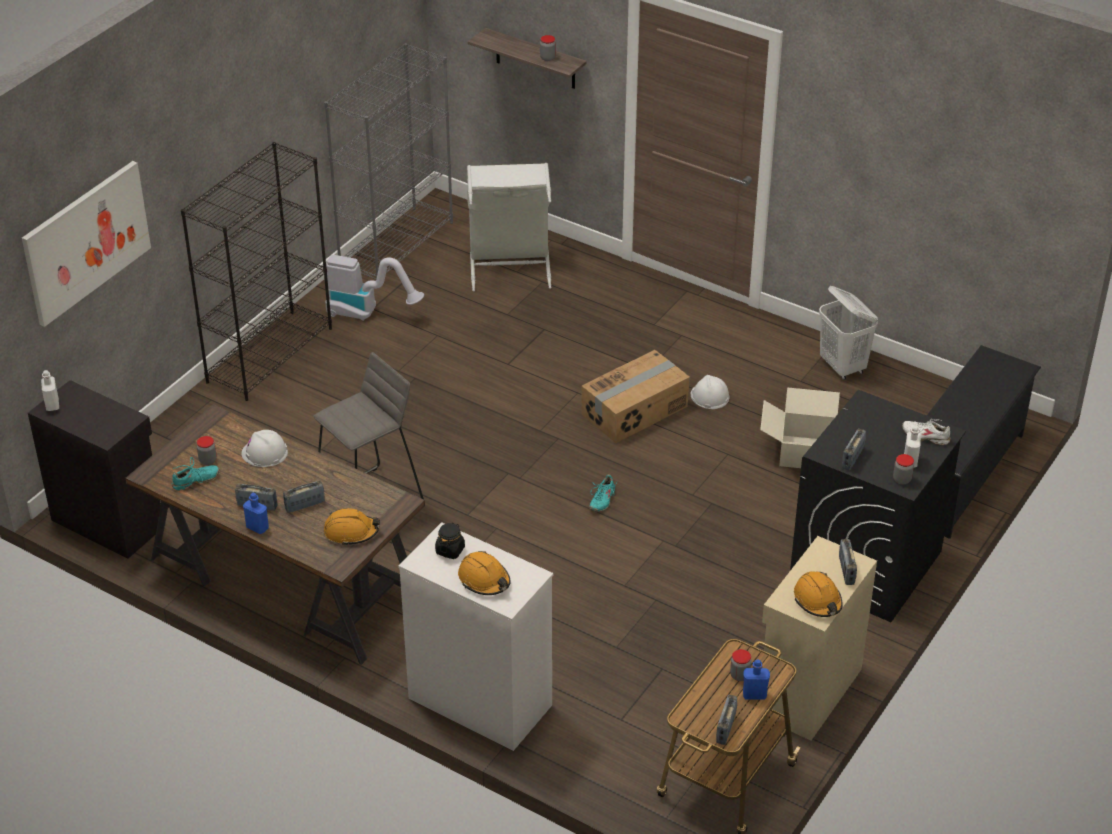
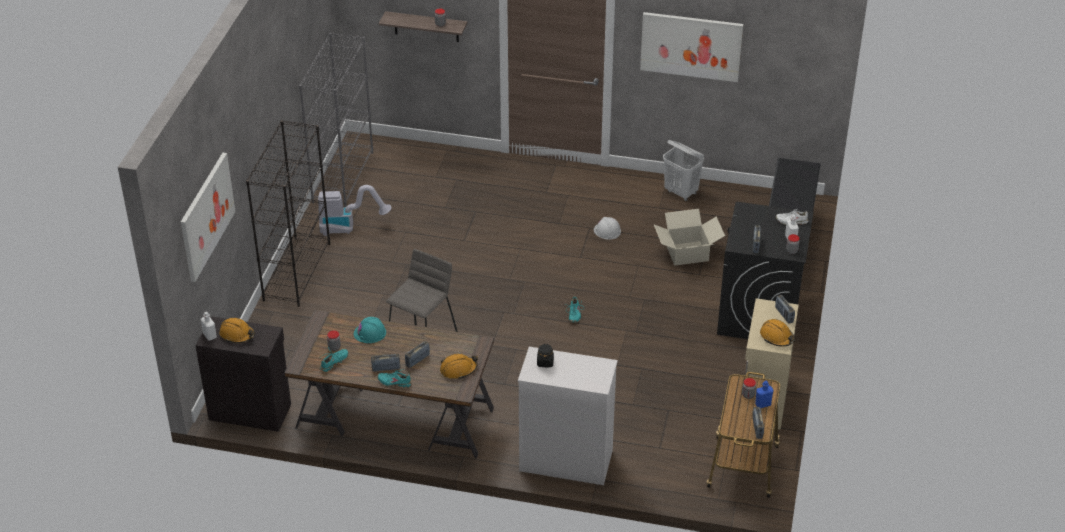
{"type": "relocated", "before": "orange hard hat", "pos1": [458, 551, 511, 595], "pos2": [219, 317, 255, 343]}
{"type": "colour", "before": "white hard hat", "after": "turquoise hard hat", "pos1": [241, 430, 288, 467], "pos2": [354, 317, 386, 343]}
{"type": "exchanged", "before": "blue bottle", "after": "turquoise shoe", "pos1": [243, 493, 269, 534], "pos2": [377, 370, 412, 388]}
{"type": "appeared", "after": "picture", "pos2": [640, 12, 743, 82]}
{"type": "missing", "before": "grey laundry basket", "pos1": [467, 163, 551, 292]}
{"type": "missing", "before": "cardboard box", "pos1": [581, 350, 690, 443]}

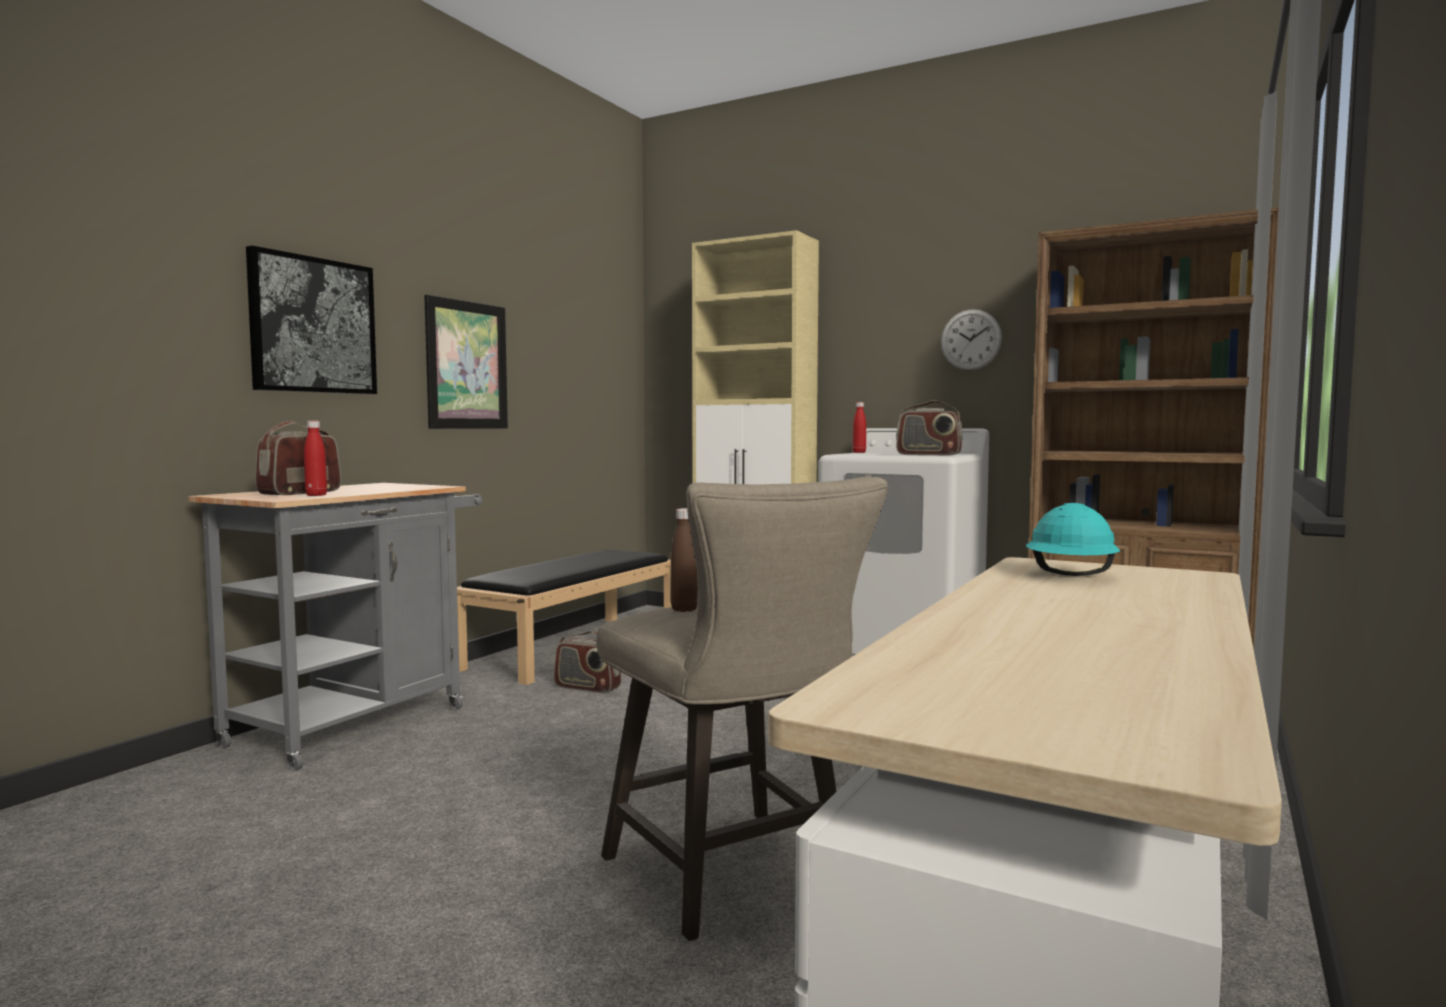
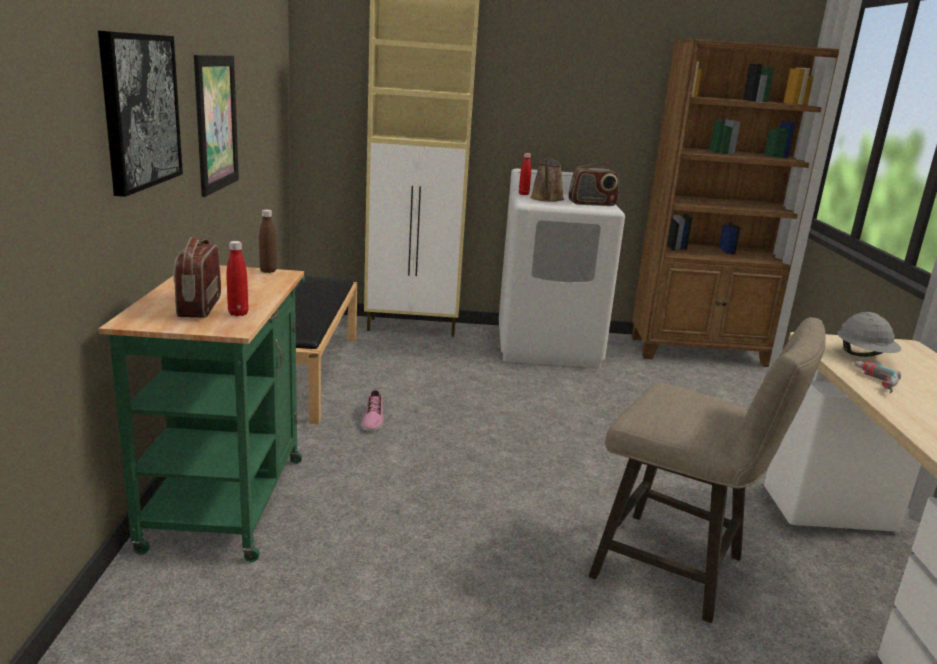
{"type": "colour", "before": "grey cart", "after": "green cart", "pos1": [189, 483, 483, 770], "pos2": [99, 265, 305, 562]}
{"type": "relocated", "before": "brown bottle", "pos1": [671, 508, 698, 612], "pos2": [259, 210, 277, 273]}
{"type": "exchanged", "before": "radio", "after": "shoe", "pos1": [553, 631, 621, 693], "pos2": [361, 390, 383, 432]}
{"type": "appeared", "after": "brown watering can", "pos2": [530, 159, 564, 202]}
{"type": "colour", "before": "turquoise hard hat", "after": "grey hard hat", "pos1": [1026, 503, 1120, 576], "pos2": [837, 312, 901, 357]}
{"type": "appeared", "after": "power drill", "pos2": [854, 361, 901, 393]}
{"type": "missing", "before": "wall clock", "pos1": [941, 309, 1002, 370]}

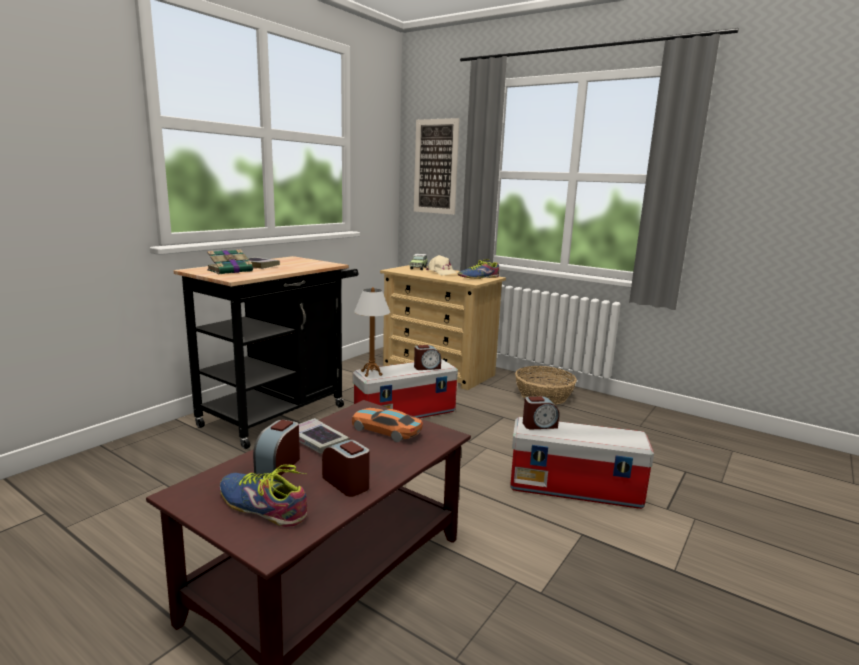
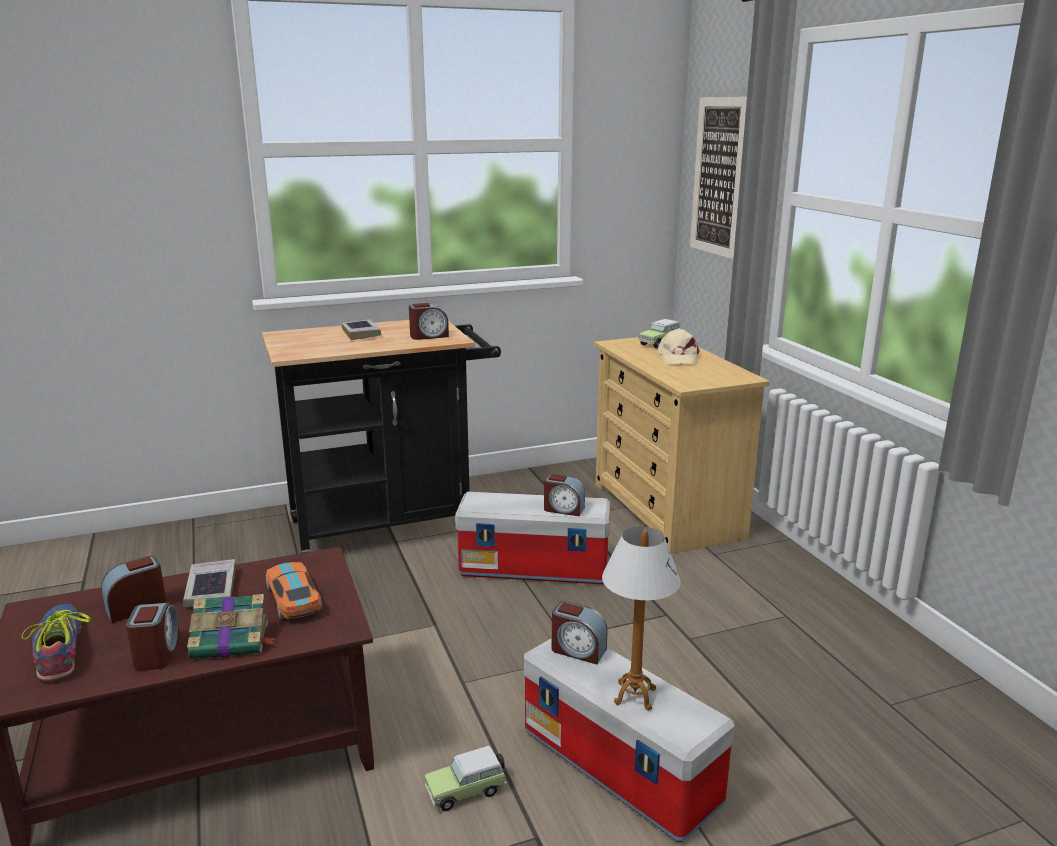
{"type": "relocated", "before": "book", "pos1": [207, 249, 256, 274], "pos2": [187, 594, 277, 659]}
{"type": "appeared", "after": "alarm clock", "pos2": [409, 303, 449, 340]}
{"type": "appeared", "after": "toy car", "pos2": [424, 746, 506, 811]}
{"type": "relocated", "before": "table lamp", "pos1": [354, 287, 390, 377], "pos2": [602, 527, 681, 711]}
{"type": "missing", "before": "shoe", "pos1": [458, 259, 499, 279]}
{"type": "missing", "before": "basket", "pos1": [515, 366, 577, 405]}

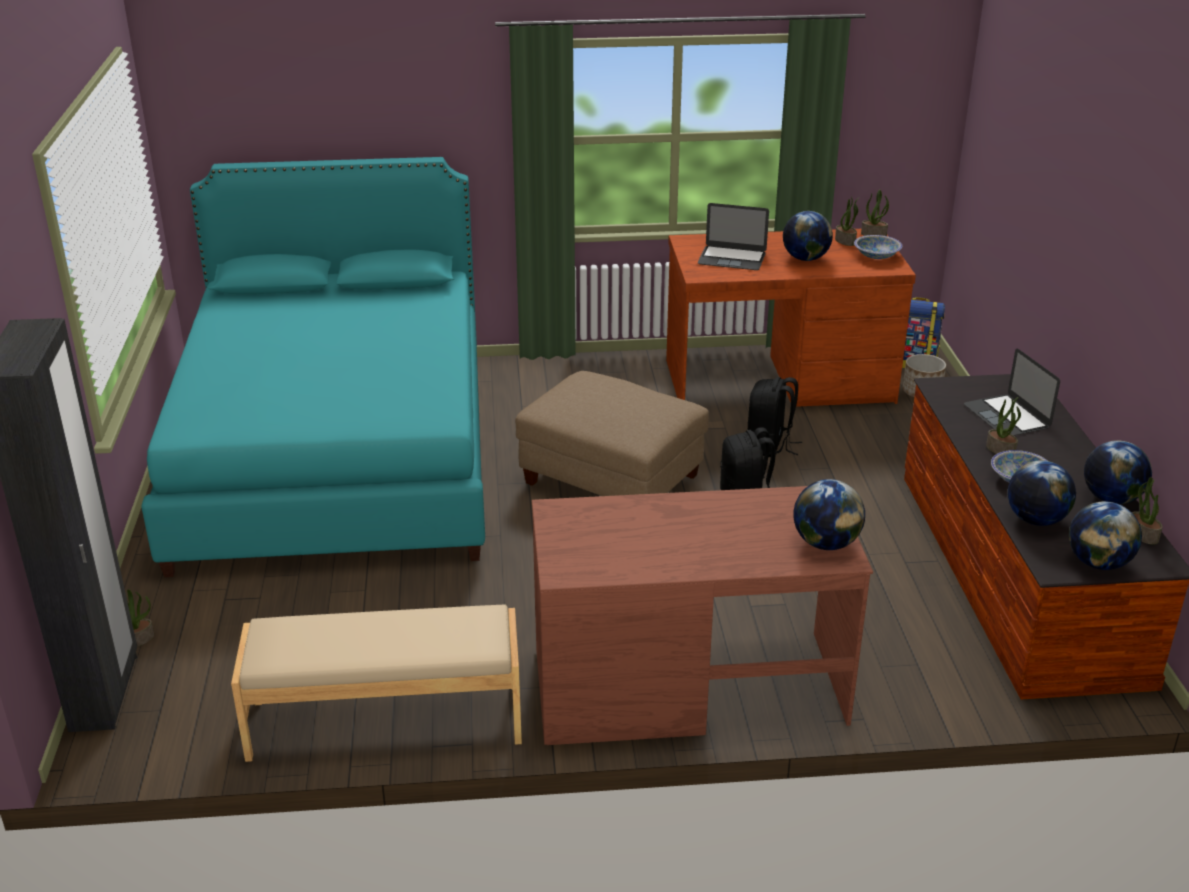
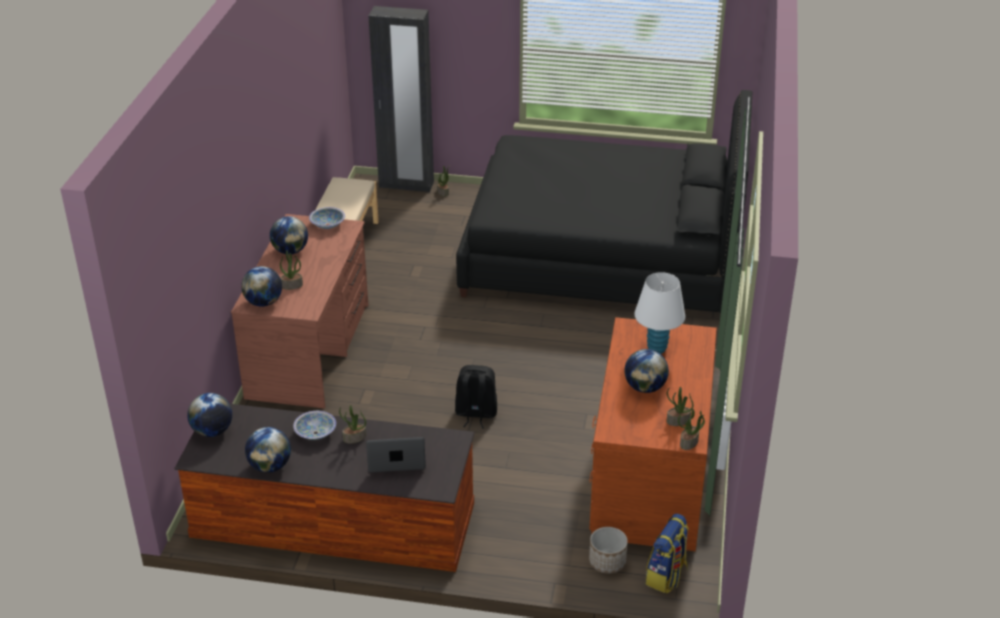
{"type": "relocated", "before": "globe", "pos1": [1007, 460, 1076, 526], "pos2": [270, 216, 308, 255]}
{"type": "relocated", "before": "potted plant", "pos1": [1132, 477, 1163, 545], "pos2": [280, 250, 303, 290]}
{"type": "relocated", "before": "bowl", "pos1": [854, 235, 902, 259], "pos2": [309, 207, 345, 229]}
{"type": "colour", "before": "turquoise bed", "after": "black bed", "pos1": [141, 157, 485, 577], "pos2": [456, 90, 752, 321]}
{"type": "exchanged", "before": "laptop", "after": "white table lamp", "pos1": [698, 203, 769, 270], "pos2": [635, 272, 685, 354]}
{"type": "missing", "before": "beige ottoman", "pos1": [515, 371, 709, 496]}
{"type": "missing", "before": "black backpack", "pos1": [748, 377, 802, 457]}

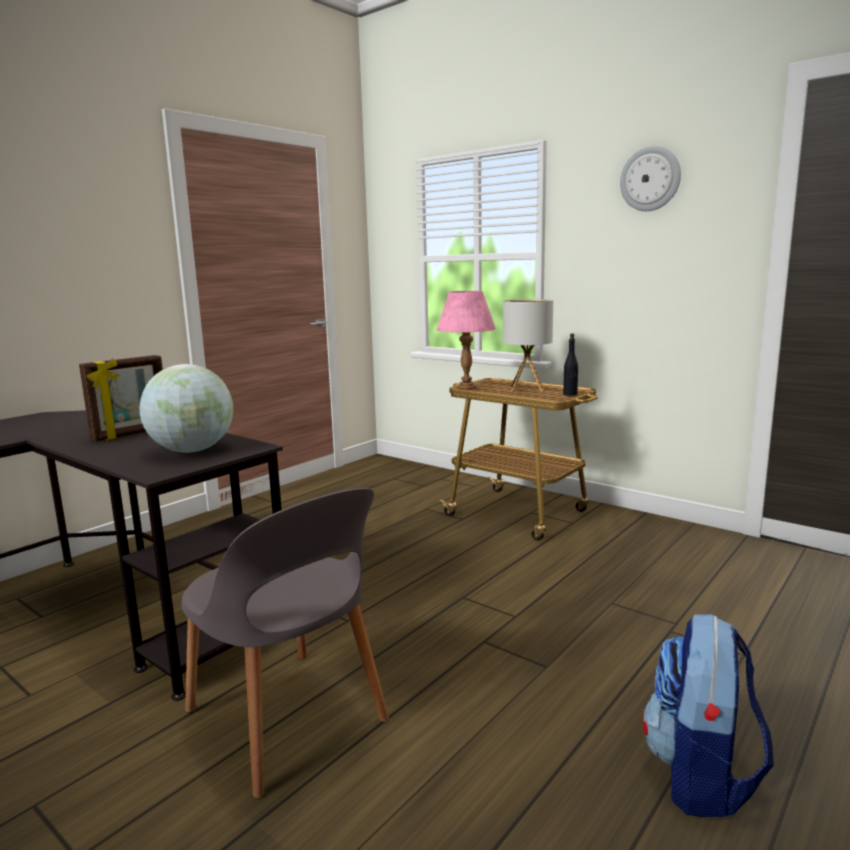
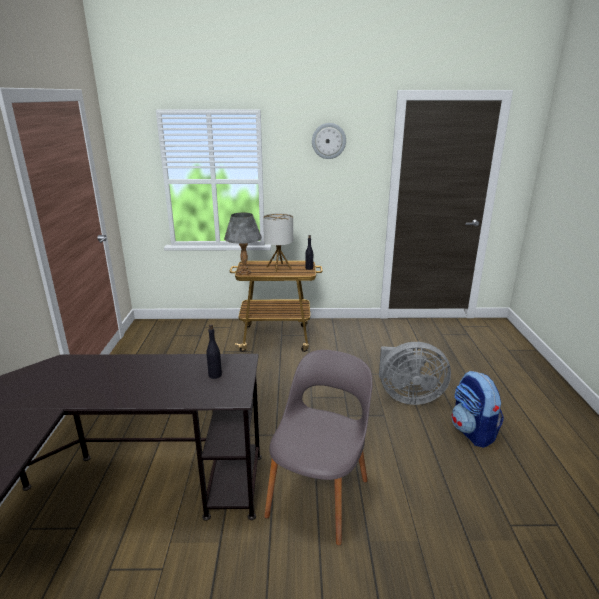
{"type": "exchanged", "before": "globe", "after": "black bottle", "pos1": [139, 364, 233, 453], "pos2": [206, 324, 222, 379]}
{"type": "colour", "before": "pink table lamp", "after": "grey table lamp", "pos1": [437, 291, 496, 389], "pos2": [224, 212, 262, 275]}
{"type": "spun", "before": "grey chair", "pos1": [182, 488, 389, 798], "pos2": [264, 350, 373, 546], "turn": -75}
{"type": "appeared", "after": "grey fan", "pos2": [379, 342, 451, 405]}
{"type": "missing", "before": "picture frame", "pos1": [79, 355, 163, 441]}

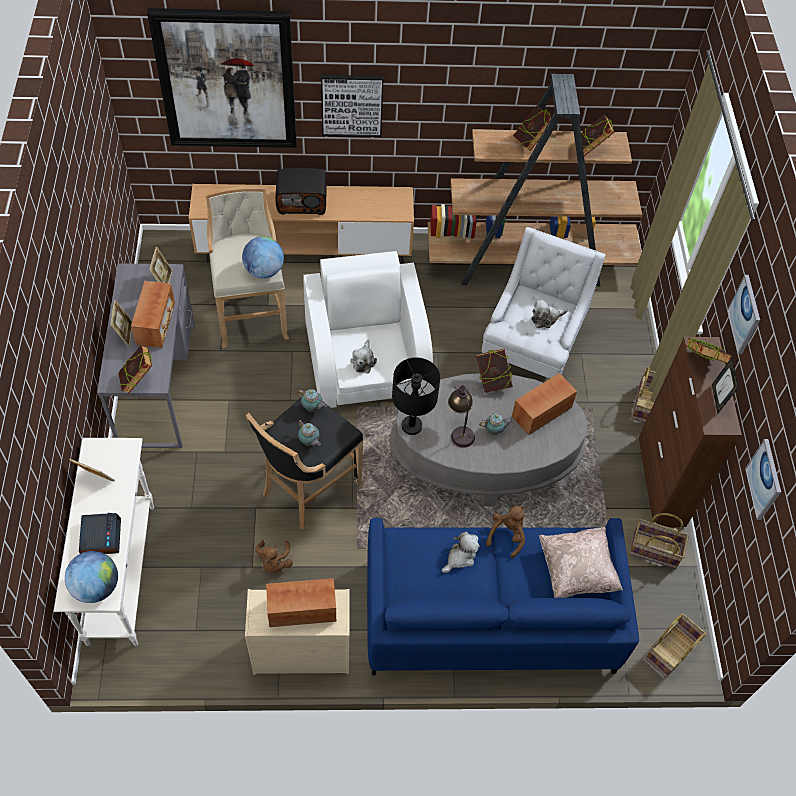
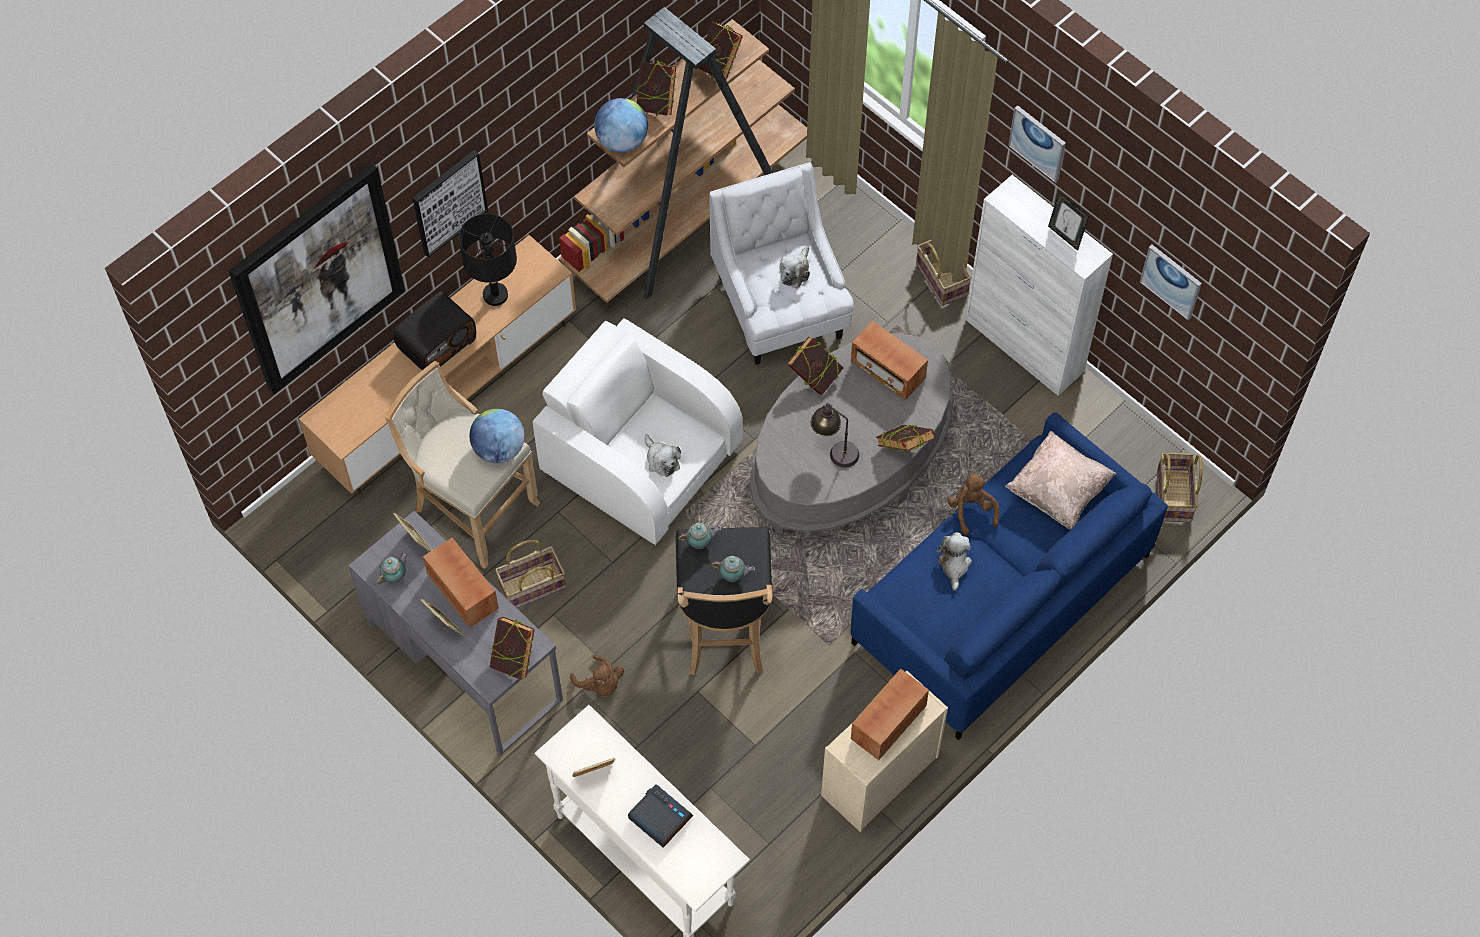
{"type": "relocated", "before": "teapot", "pos1": [479, 413, 513, 435], "pos2": [377, 551, 408, 584]}
{"type": "relocated", "before": "black table lamp", "pos1": [392, 357, 440, 435], "pos2": [459, 214, 517, 306]}
{"type": "relocated", "before": "basket", "pos1": [629, 513, 689, 569], "pos2": [495, 540, 566, 608]}
{"type": "relocated", "before": "brown plush toy", "pos1": [255, 540, 293, 573], "pos2": [570, 655, 624, 696]}
{"type": "relocated", "before": "globe", "pos1": [65, 551, 118, 603], "pos2": [594, 98, 648, 152]}
{"type": "spun", "before": "radio", "pos1": [512, 373, 577, 435], "pos2": [851, 321, 928, 400], "turn": -60}
{"type": "relocated", "before": "book", "pos1": [685, 338, 732, 363], "pos2": [876, 425, 935, 451]}
{"type": "colour", "before": "brown cabinet", "after": "white cabinet", "pos1": [639, 337, 742, 527], "pos2": [965, 175, 1113, 396]}

